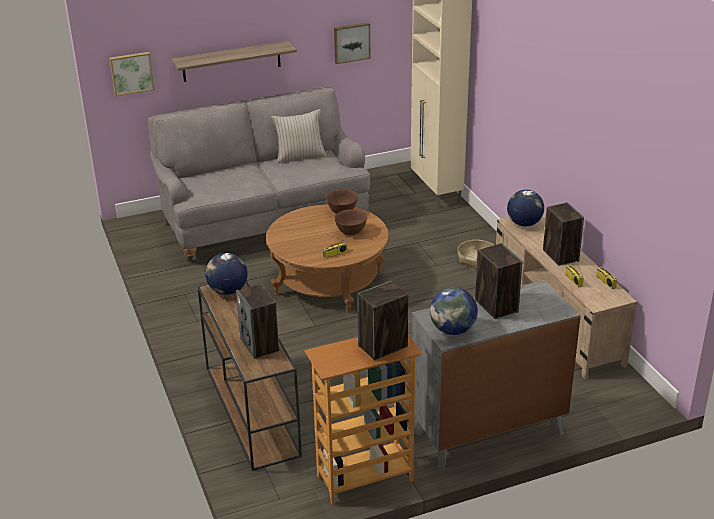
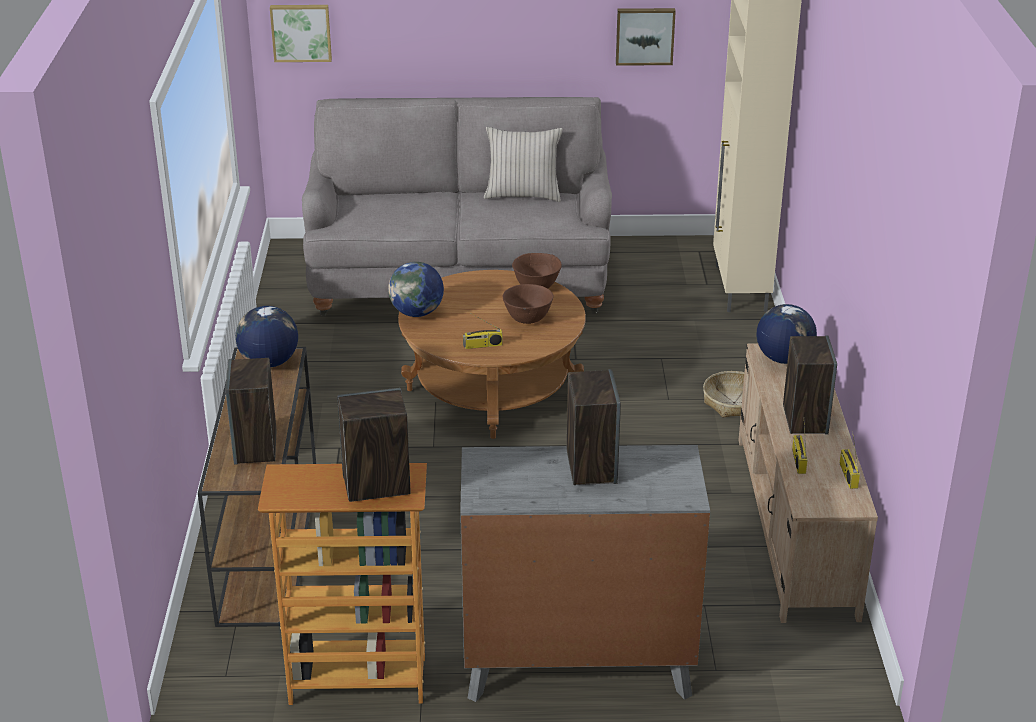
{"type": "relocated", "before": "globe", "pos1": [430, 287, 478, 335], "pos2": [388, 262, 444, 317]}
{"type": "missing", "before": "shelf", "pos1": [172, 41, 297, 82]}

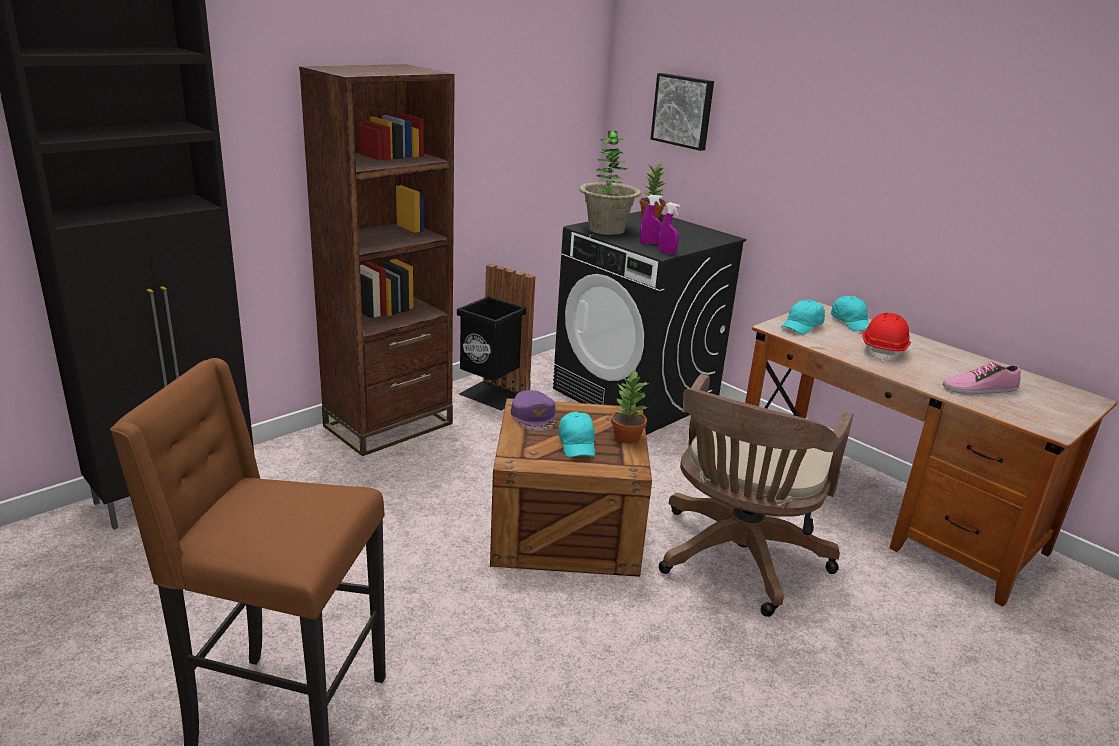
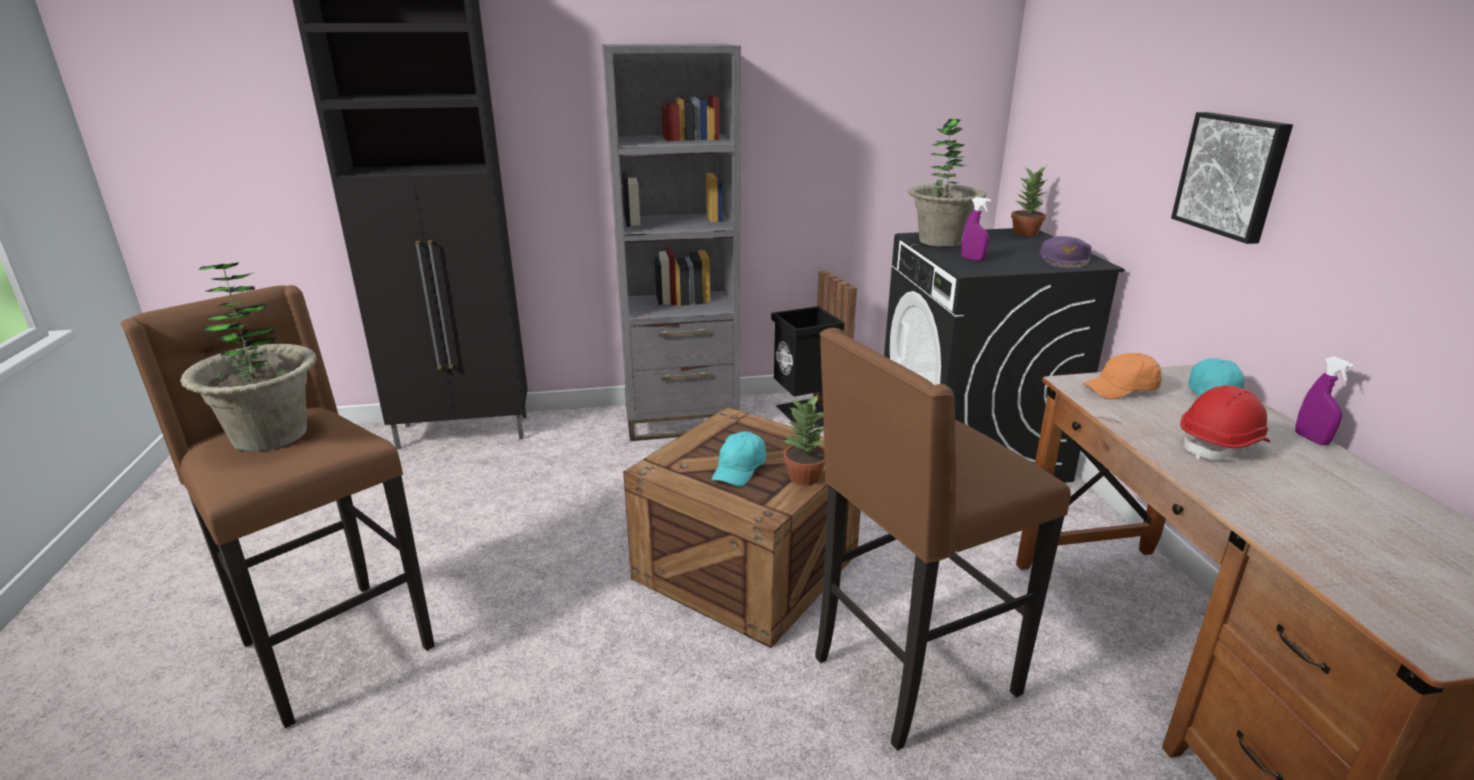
{"type": "appeared", "after": "potted plant", "pos2": [180, 263, 317, 452]}
{"type": "colour", "before": "brown bookcase", "after": "grey bookcase", "pos1": [299, 64, 455, 456], "pos2": [602, 44, 741, 441]}
{"type": "exchanged", "before": "brown office chair", "after": "brown stool", "pos1": [659, 374, 854, 617], "pos2": [815, 328, 1071, 751]}
{"type": "relocated", "before": "purple cap", "pos1": [511, 390, 557, 432], "pos2": [1040, 236, 1092, 268]}
{"type": "colour", "before": "turquoise cap", "after": "orange cap", "pos1": [781, 300, 825, 335], "pos2": [1082, 353, 1162, 400]}
{"type": "relocated", "before": "picture", "pos1": [651, 73, 714, 151], "pos2": [1171, 112, 1293, 244]}
{"type": "relocated", "before": "purple spray bottle", "pos1": [658, 202, 680, 254], "pos2": [1295, 357, 1355, 445]}
{"type": "missing", "before": "shoe", "pos1": [943, 362, 1021, 394]}

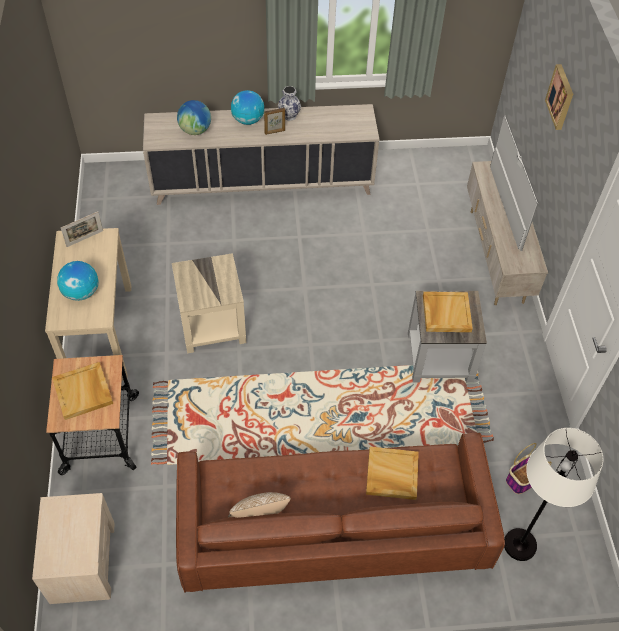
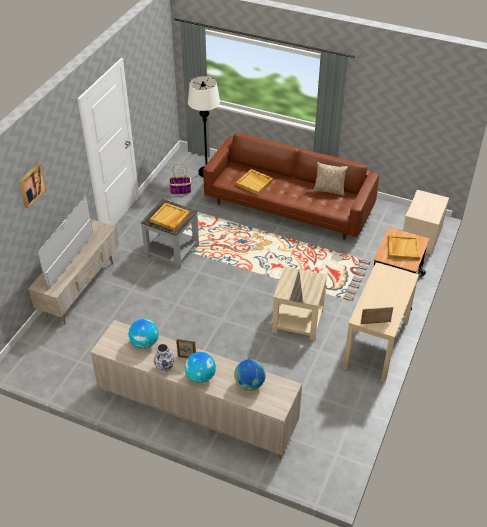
{"type": "relocated", "before": "globe", "pos1": [57, 261, 99, 301], "pos2": [129, 319, 159, 349]}

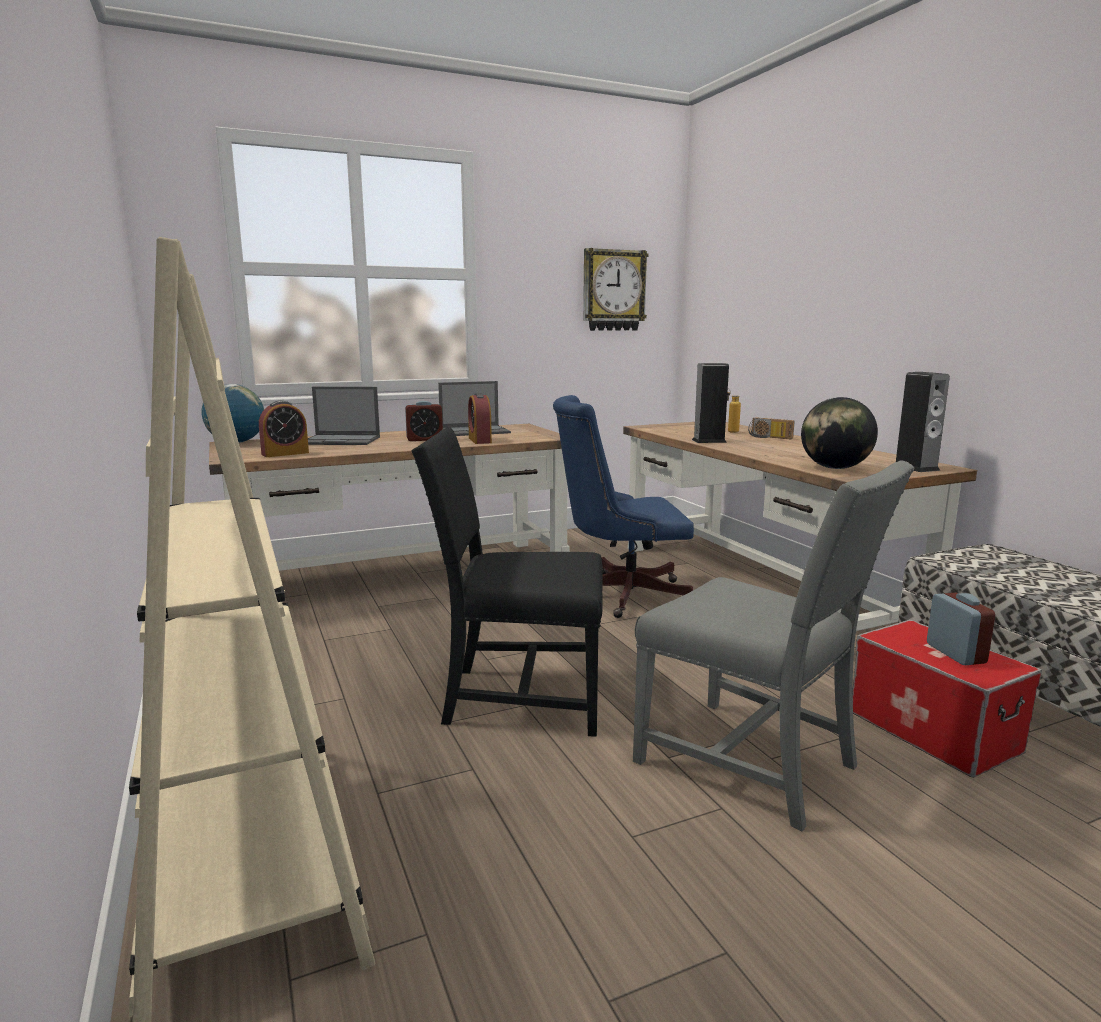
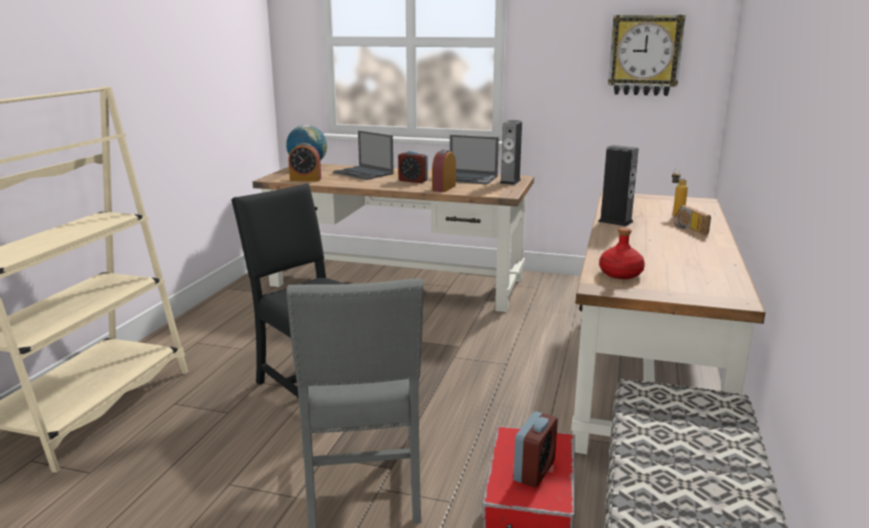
{"type": "relocated", "before": "speaker", "pos1": [896, 372, 950, 472], "pos2": [499, 120, 522, 185]}
{"type": "exchanged", "before": "globe", "after": "red bottle", "pos1": [801, 397, 878, 469], "pos2": [599, 227, 645, 279]}
{"type": "missing", "before": "blue office chair", "pos1": [553, 395, 694, 618]}

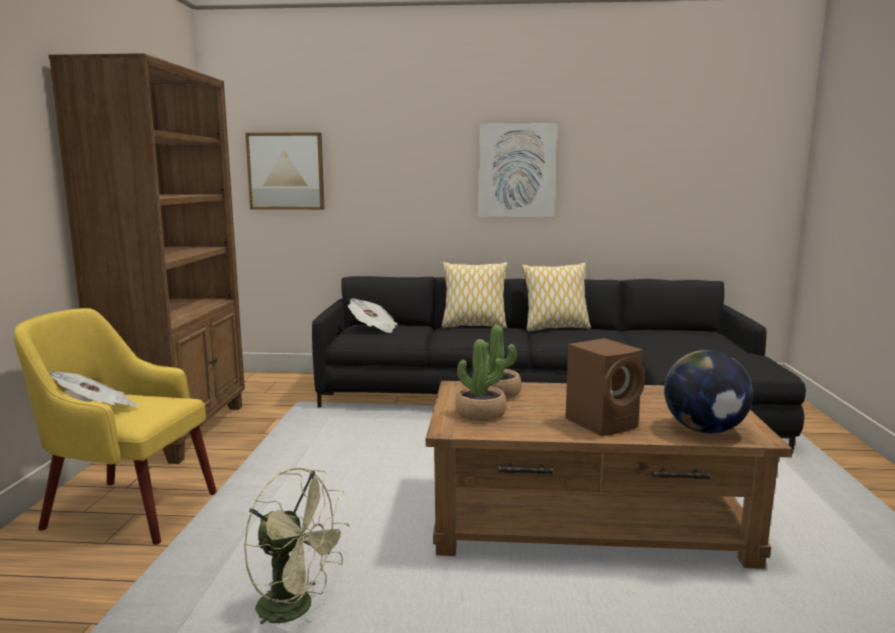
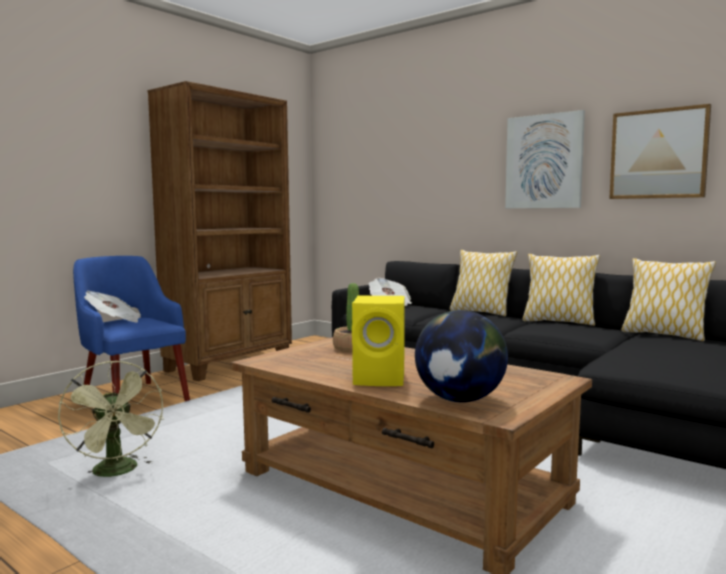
{"type": "colour", "before": "yellow armchair", "after": "blue armchair", "pos1": [14, 308, 217, 545], "pos2": [73, 256, 190, 401]}
{"type": "colour", "before": "brown speaker", "after": "yellow speaker", "pos1": [565, 338, 645, 436], "pos2": [352, 296, 405, 386]}
{"type": "relocated", "before": "picture", "pos1": [245, 132, 324, 210], "pos2": [609, 104, 711, 199]}
{"type": "appeared", "after": "pillow", "pos2": [621, 258, 716, 341]}
{"type": "missing", "before": "potted plant", "pos1": [456, 339, 507, 421]}

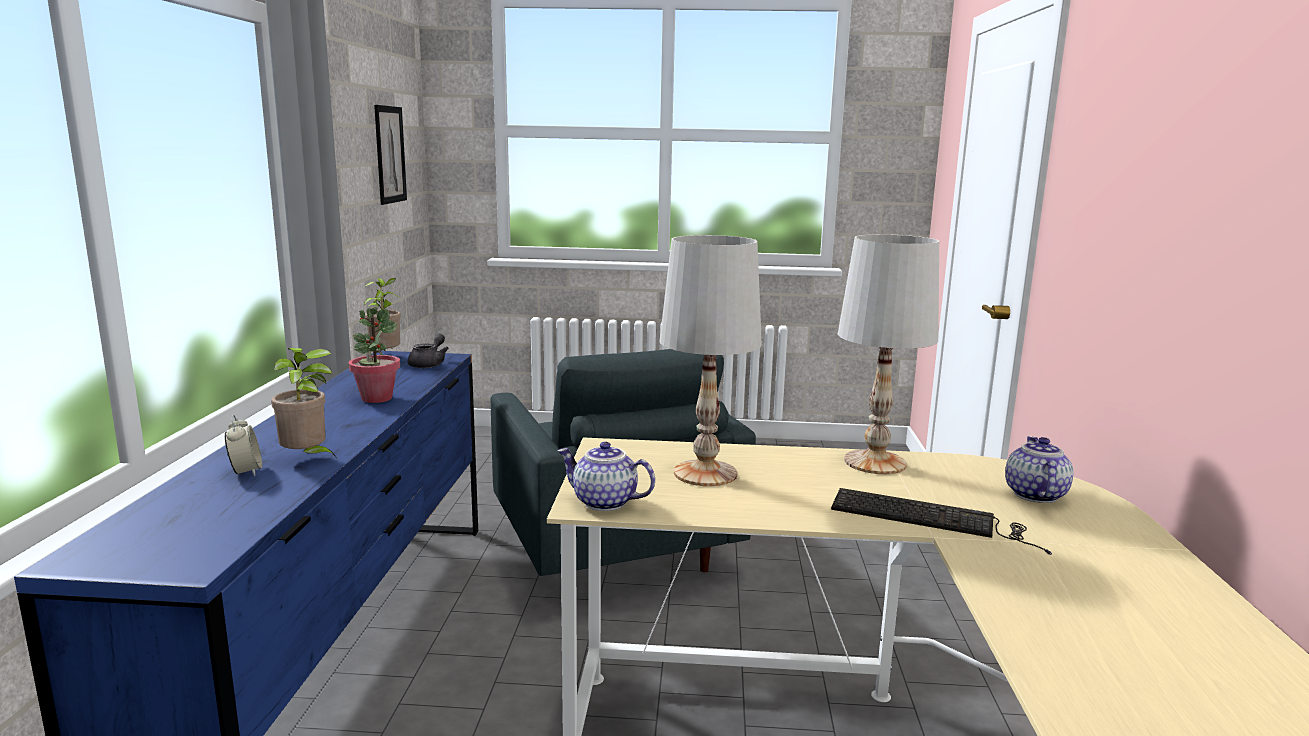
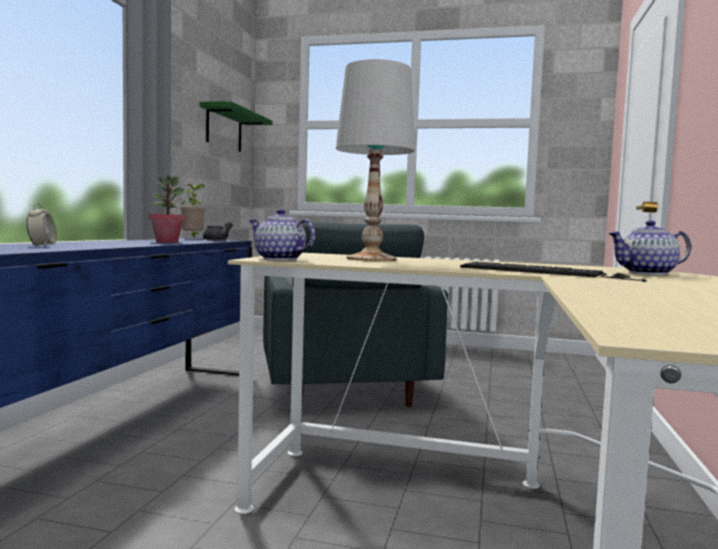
{"type": "exchanged", "before": "picture", "after": "green shelf", "pos1": [374, 105, 407, 205], "pos2": [200, 101, 272, 152]}
{"type": "spun", "before": "teapot", "pos1": [1005, 436, 1073, 503], "pos2": [608, 220, 691, 275], "turn": -120}
{"type": "missing", "before": "potted plant", "pos1": [271, 348, 336, 457]}
{"type": "missing", "before": "white table lamp", "pos1": [838, 234, 939, 474]}

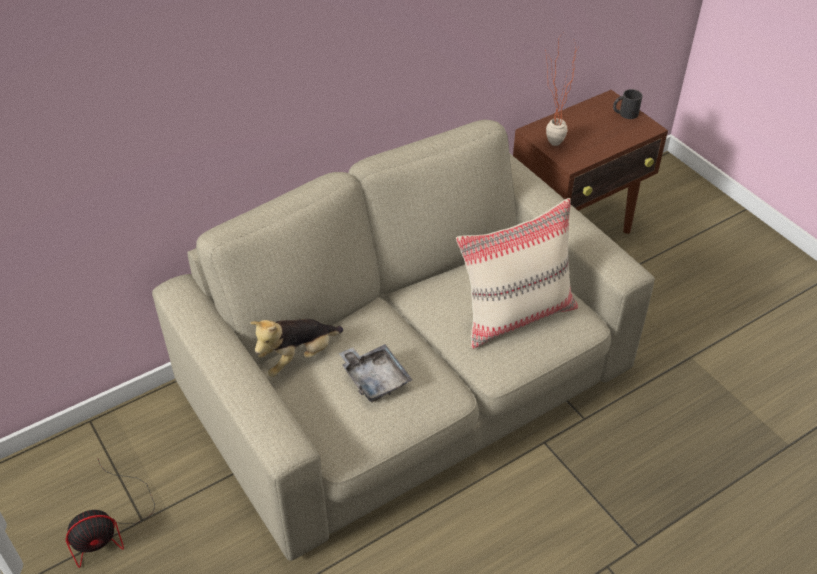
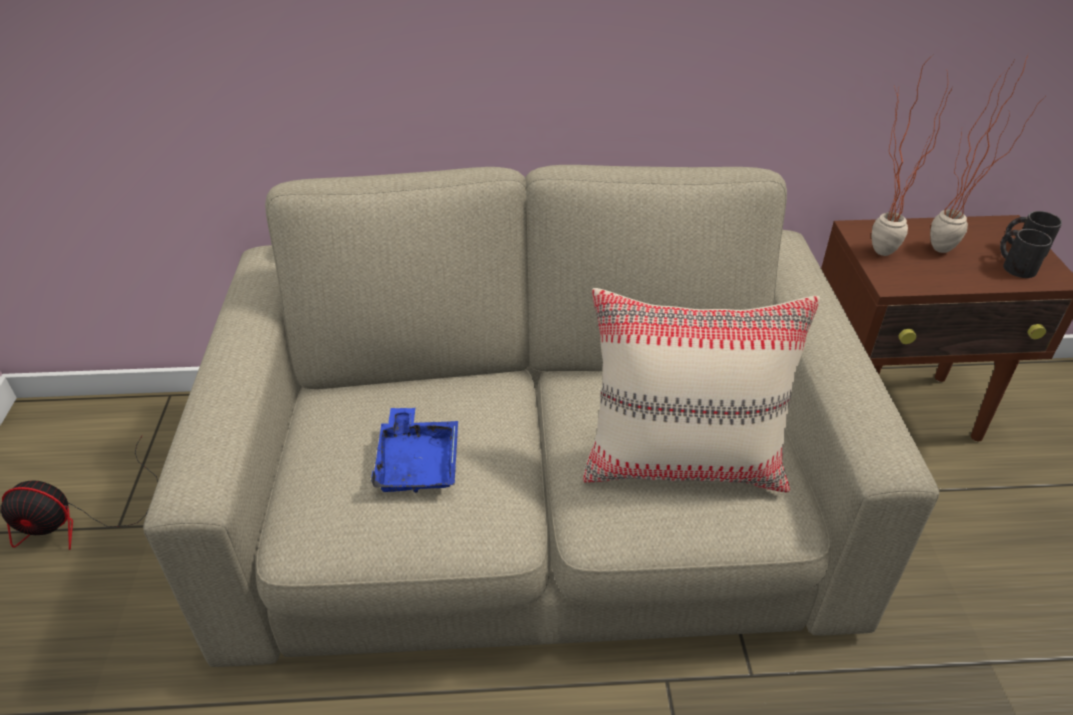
{"type": "colour", "before": "grey tray", "after": "blue tray", "pos1": [339, 344, 412, 403], "pos2": [371, 408, 458, 493]}
{"type": "appeared", "after": "potted plant", "pos2": [930, 54, 1045, 253]}
{"type": "appeared", "after": "black mug", "pos2": [1000, 229, 1052, 278]}
{"type": "missing", "before": "plush toy", "pos1": [250, 319, 343, 377]}

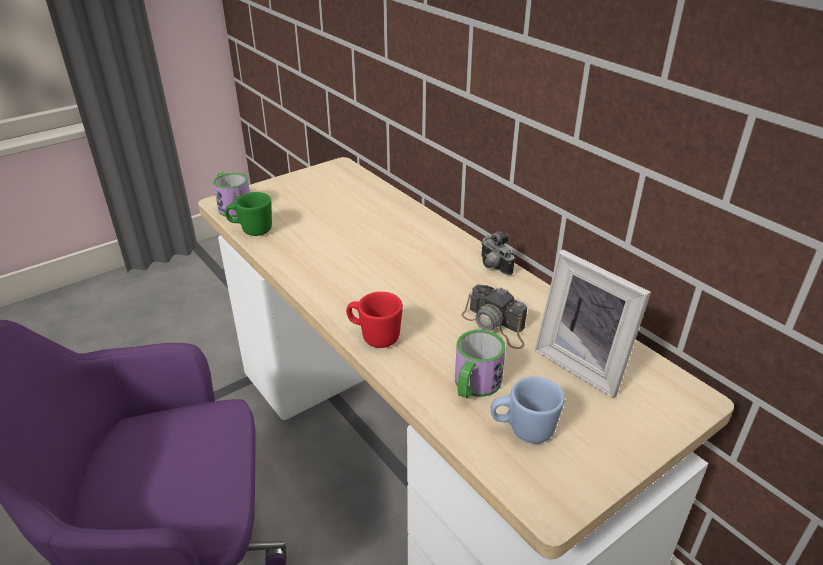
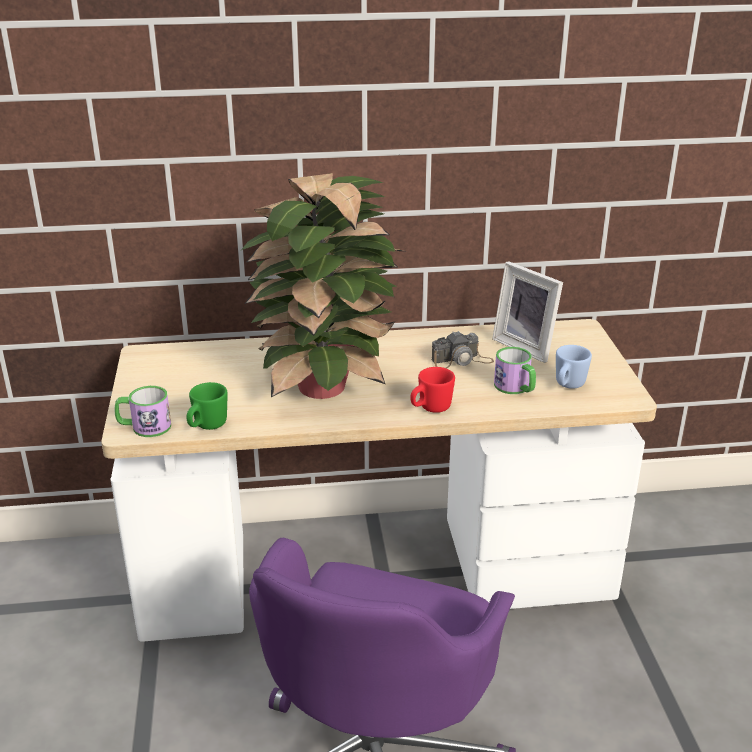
{"type": "appeared", "after": "potted plant", "pos2": [241, 173, 408, 399]}
{"type": "spun", "before": "picture frame", "pos1": [535, 250, 651, 398], "pos2": [492, 261, 563, 363], "turn": 60}
{"type": "missing", "before": "photo camera", "pos1": [481, 231, 515, 275]}

